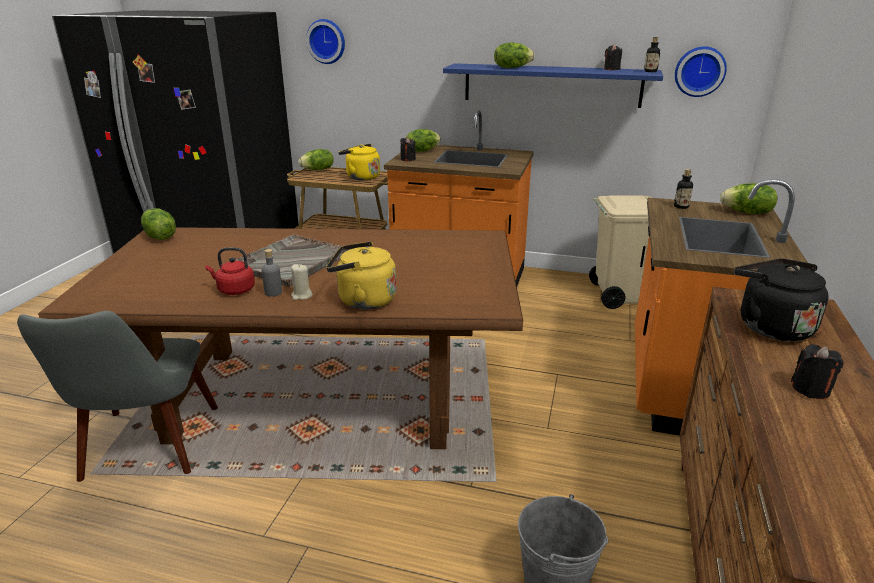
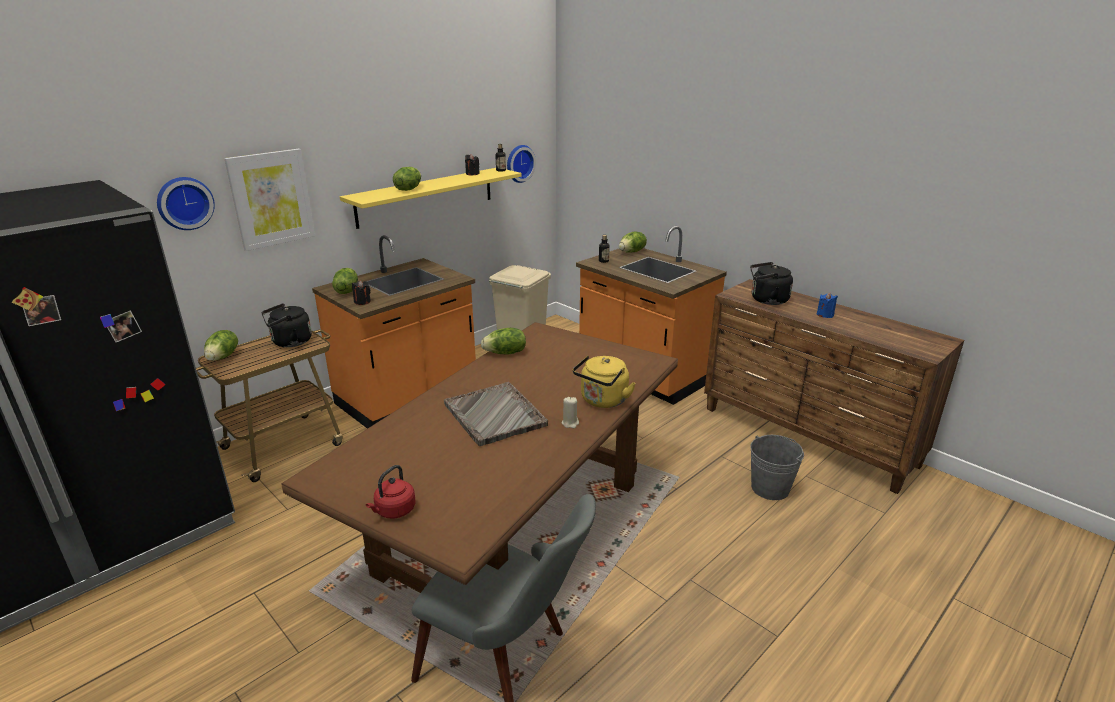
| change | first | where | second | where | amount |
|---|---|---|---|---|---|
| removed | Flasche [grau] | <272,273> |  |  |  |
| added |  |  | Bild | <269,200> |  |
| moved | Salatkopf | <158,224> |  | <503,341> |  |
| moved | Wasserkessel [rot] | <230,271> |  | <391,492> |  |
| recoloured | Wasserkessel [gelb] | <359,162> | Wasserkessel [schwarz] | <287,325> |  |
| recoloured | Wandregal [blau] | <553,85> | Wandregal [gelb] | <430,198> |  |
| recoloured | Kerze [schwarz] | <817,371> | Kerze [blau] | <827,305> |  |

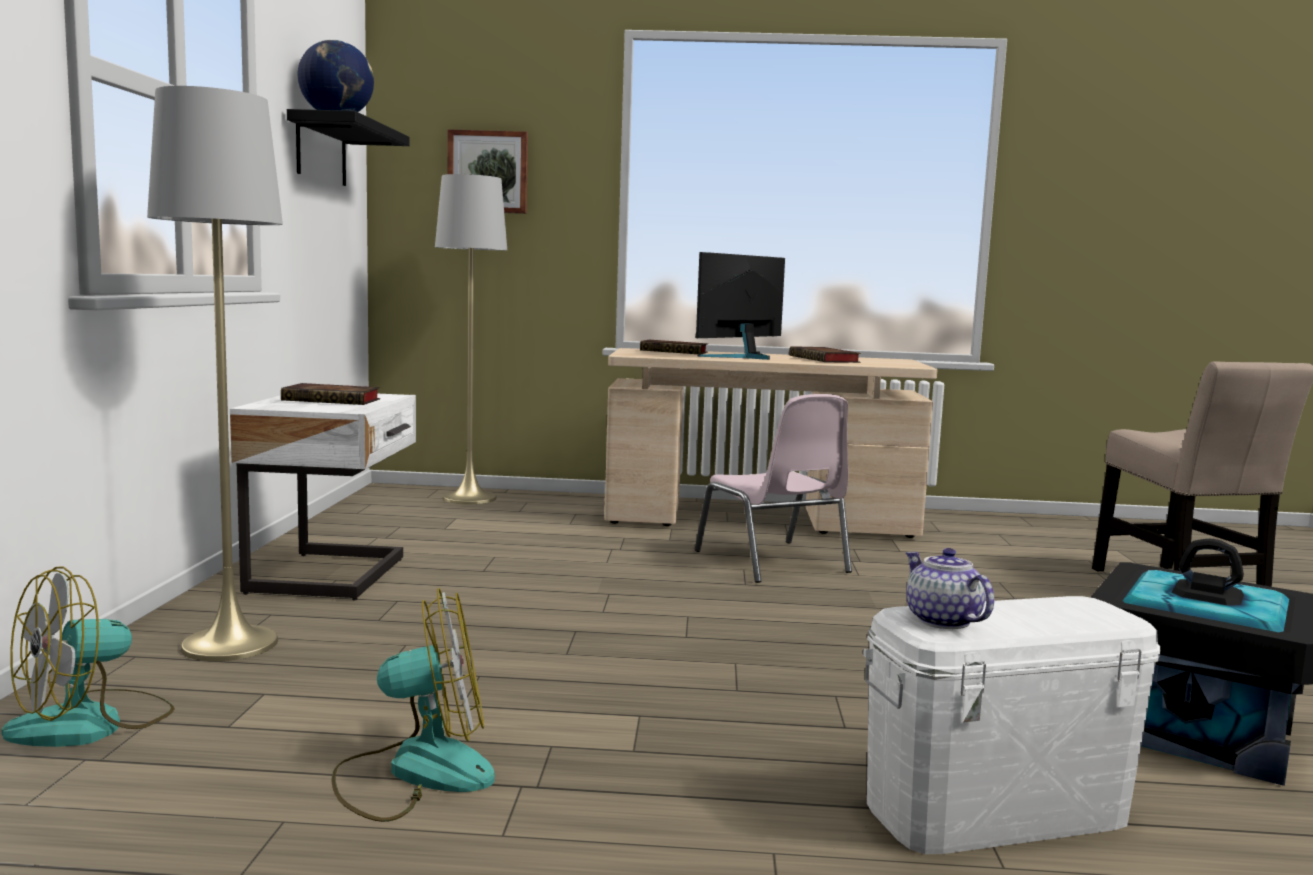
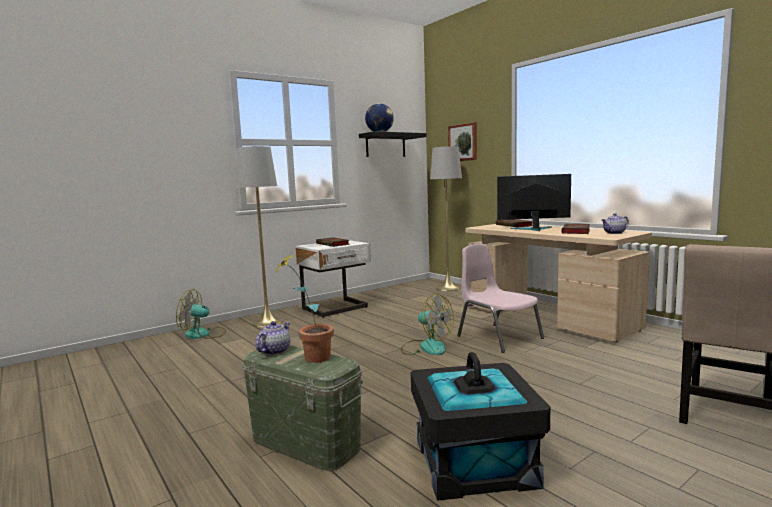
| change | first | where | second | where | amount |
|---|---|---|---|---|---|
| added |  |  | Topfpflanze | <305,308> |  |
| added |  |  | Teekanne | <615,223> |  |
| moved | Ventilator | <413,705> |  | <427,324> |  |
| recoloured | Aufbewahrungsbox [weiß] | <1011,725> | Aufbewahrungsbox [grün] | <303,408> |  |
| turned | Stuhl [rosa] | <773,488> |  | <500,298> | 120 degrees clockwise |

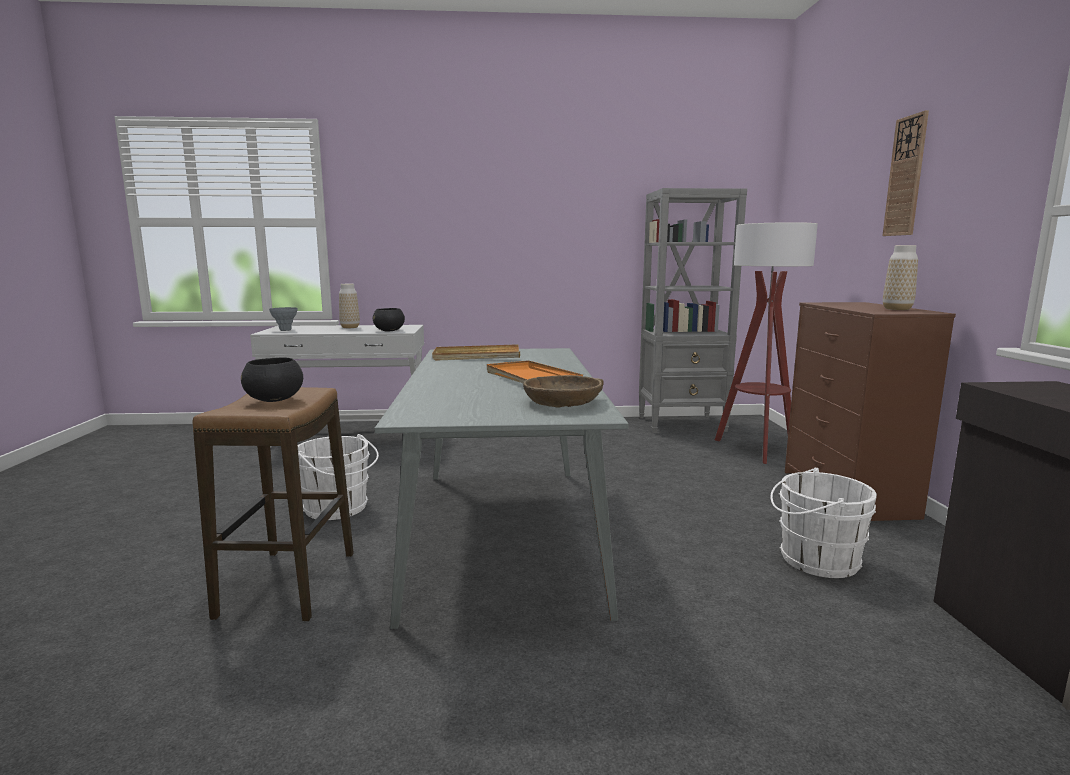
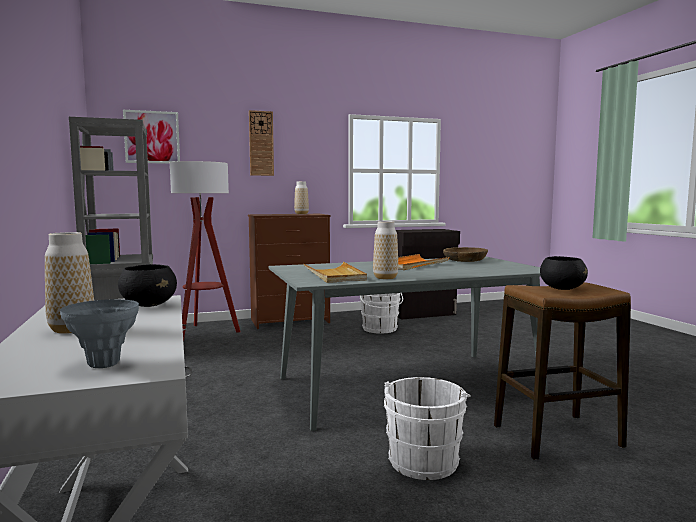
| change | first | where | second | where | amount |
|---|---|---|---|---|---|
| added |  |  | Bild | <151,137> |  |
| added |  |  | Vase | <385,250> |  |

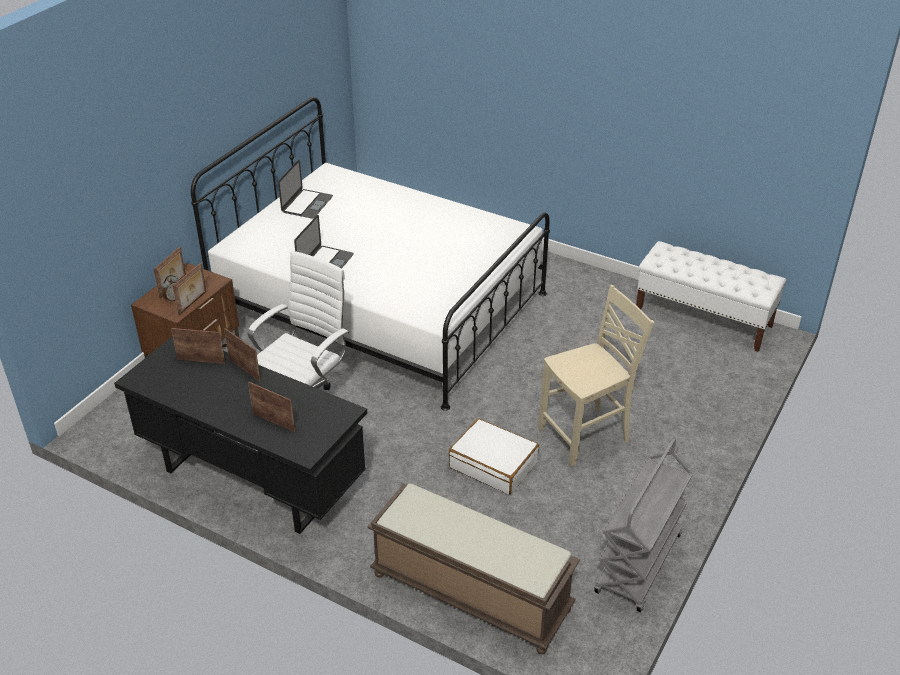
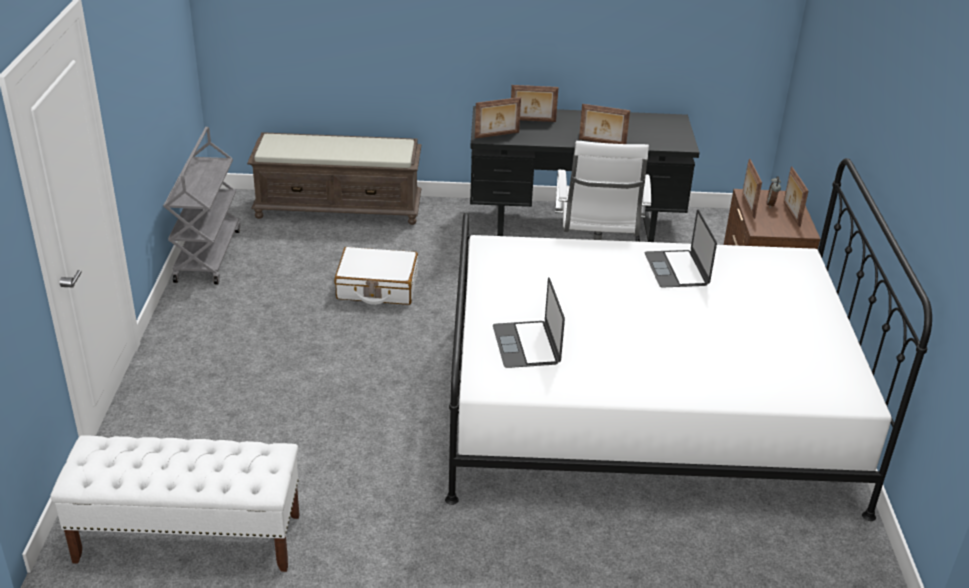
| change | first | where | second | where | amount |
|---|---|---|---|---|---|
| removed | Stuhl [beige] | <596,376> |  |  |  |
| moved | Bilderrahmen | <198,346> |  | <498,118> |  |
| moved | Laptop | <305,189> |  | <529,322> |  |

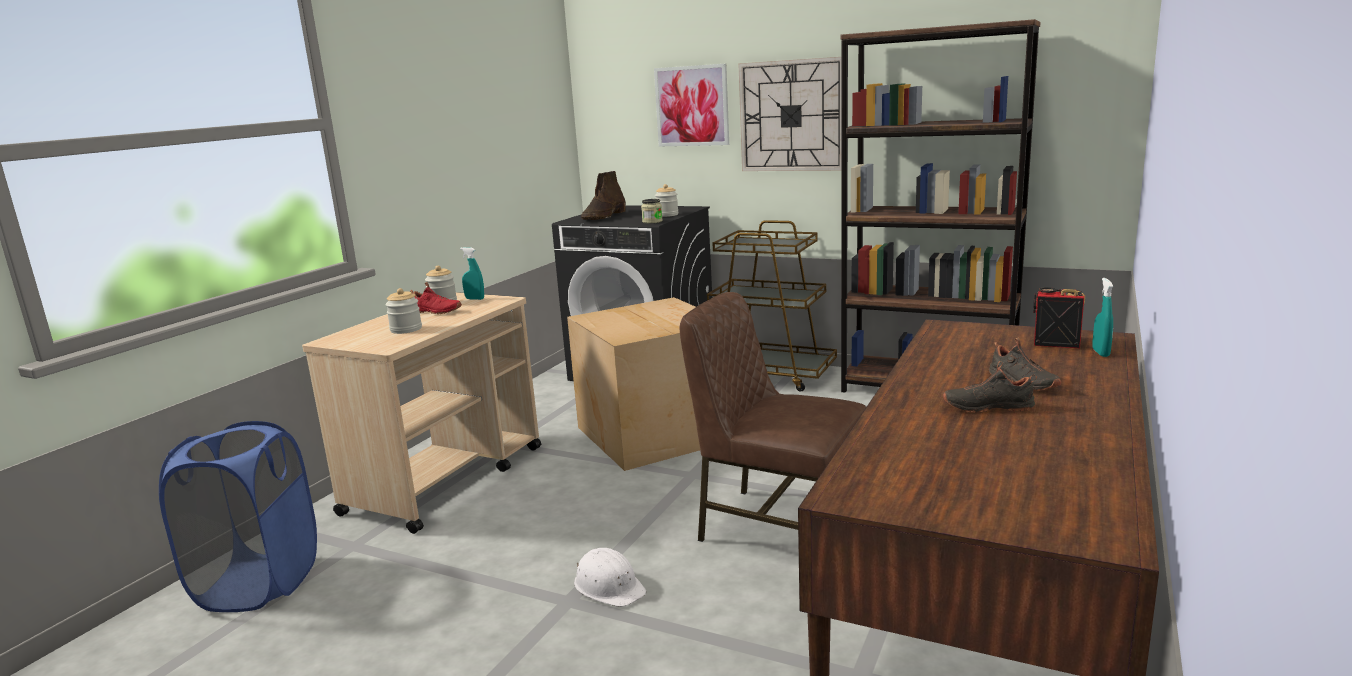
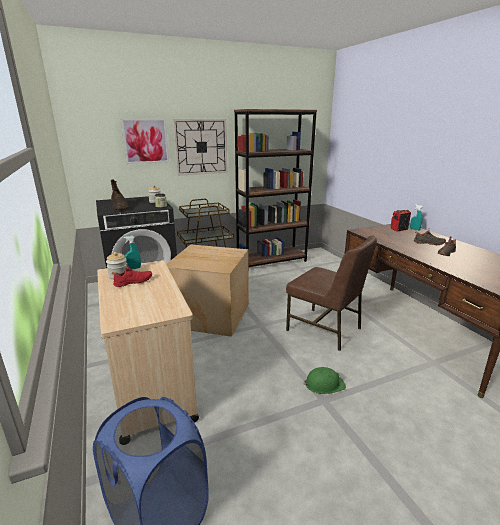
| change | first | where | second | where | amount |
|---|---|---|---|---|---|
| removed | Vorratsglas | <403,311> |  |  |  |
| recoloured | Schutzhelm [weiß] | <610,577> | Schutzhelm [grün] | <324,380> |  |
| turned | Stuhl [braun] | <773,417> |  | <331,293> | 120 degrees counterclockwise |

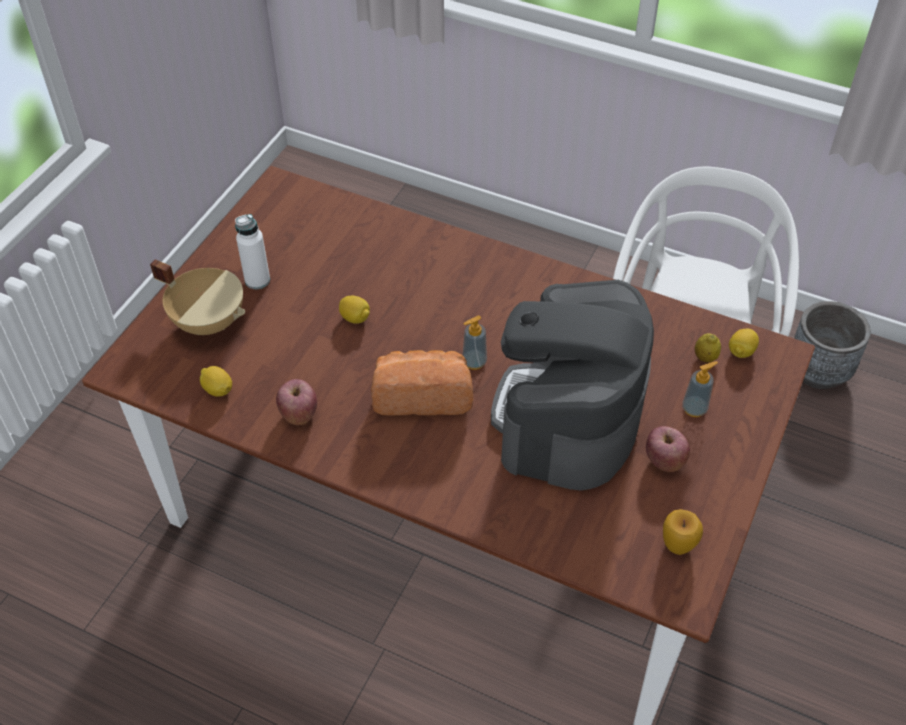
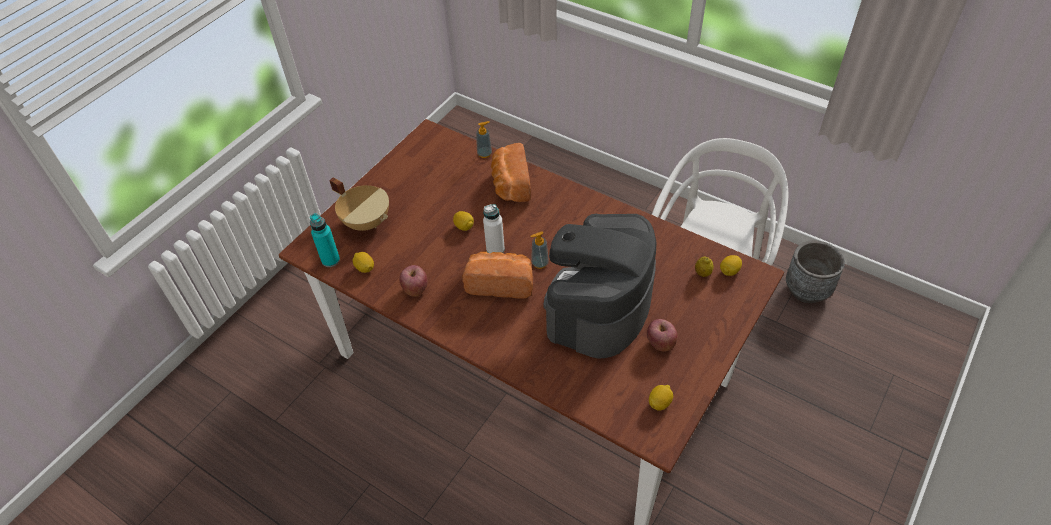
| change | first | where | second | where | amount |
|---|---|---|---|---|---|
| added |  |  | Flasche [türkis] | <325,240> |  |
| added |  |  | Brot | <511,172> |  |
| moved | Flasche [weiß] | <252,251> |  | <494,228> |  |
| moved | Seifenspender | <700,389> |  | <484,139> |  |
| replaced | Apfel | <683,532> | Zitrone | <661,398> |  |

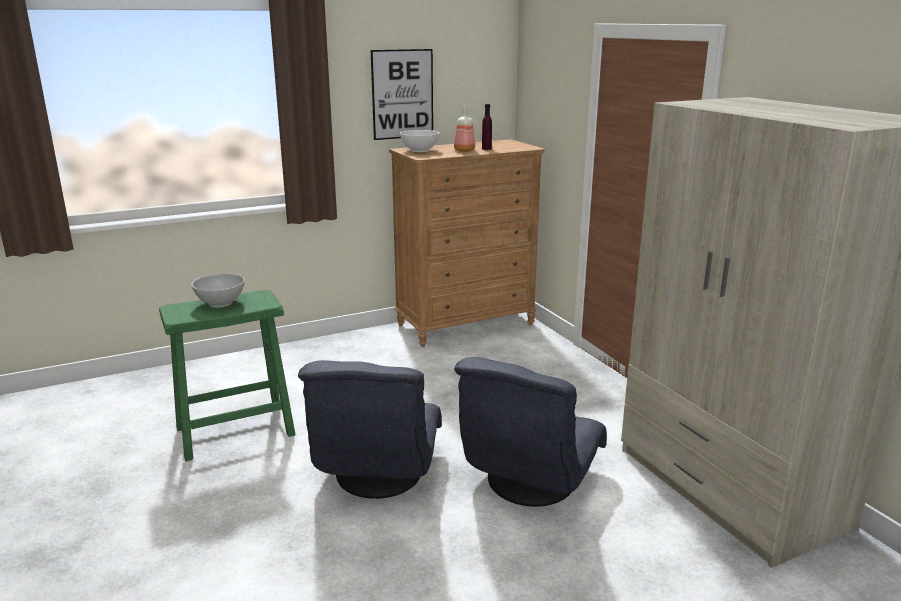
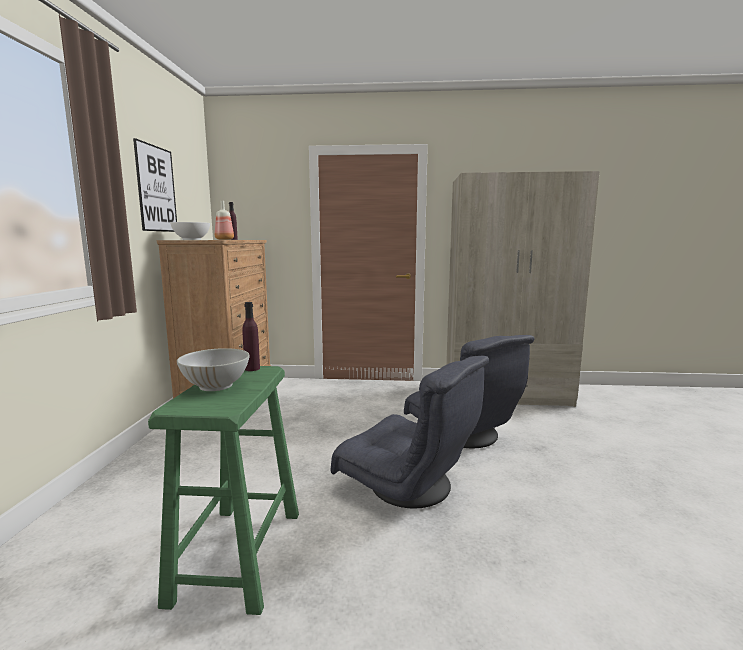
| change | first | where | second | where | amount |
|---|---|---|---|---|---|
| added |  |  | Flasche [lila] | <251,336> |  |

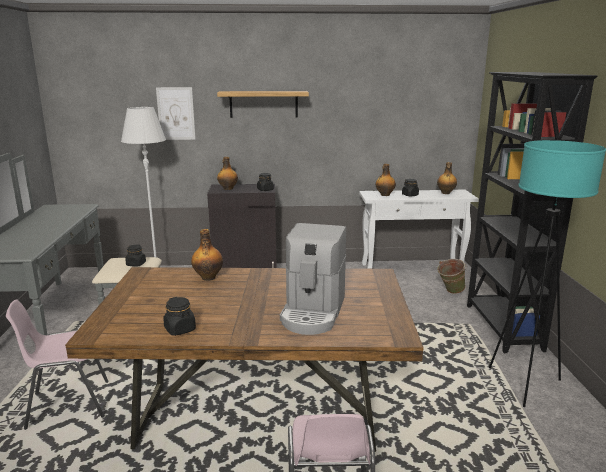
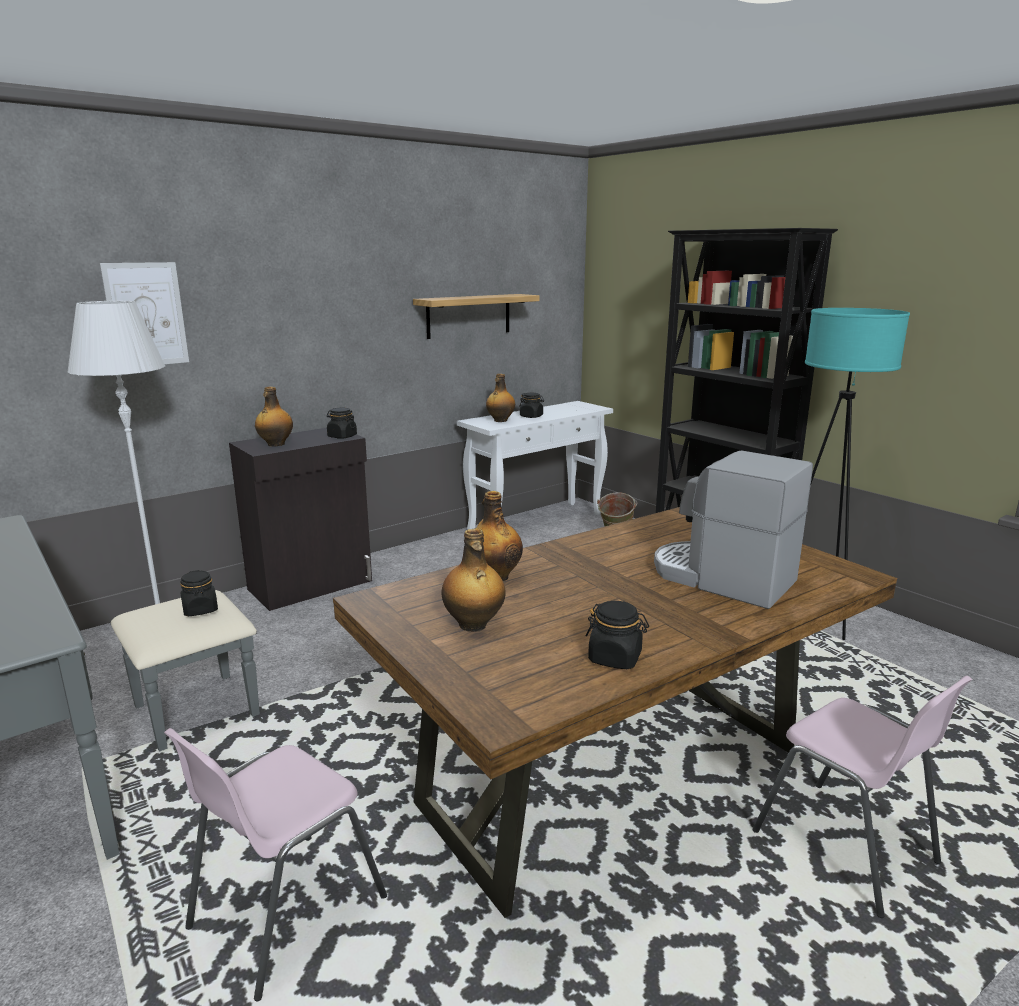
| change | first | where | second | where | amount |
|---|---|---|---|---|---|
| moved | Wandregal | <263,104> |  | <476,316> |  |
| moved | Flasche | <447,178> |  | <473,580> |  |
| turned | Kaffeemaschine | <313,279> |  | <733,529> | 150 degrees clockwise |

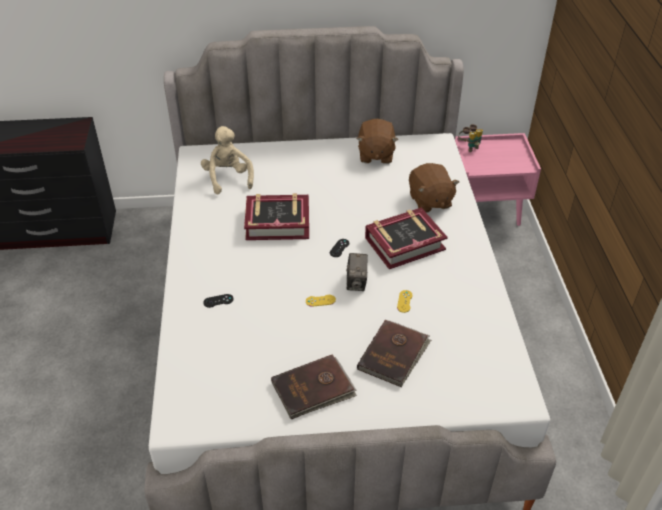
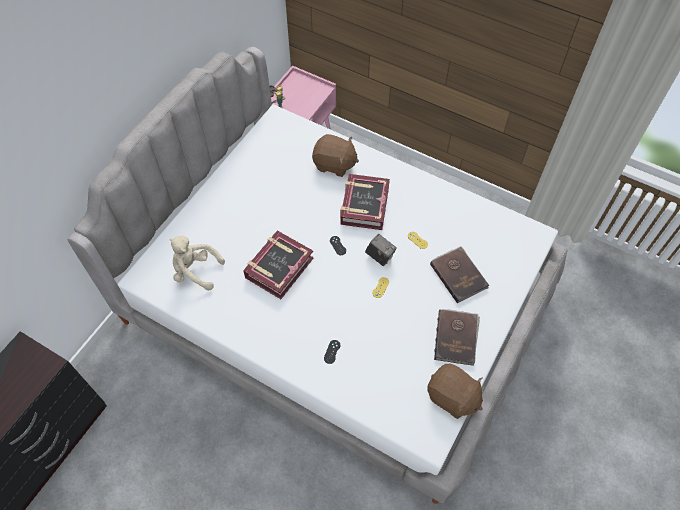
| change | first | where | second | where | amount |
|---|---|---|---|---|---|
| moved | Plüschtier [braun] | <377,141> |  | <455,391> |  |

